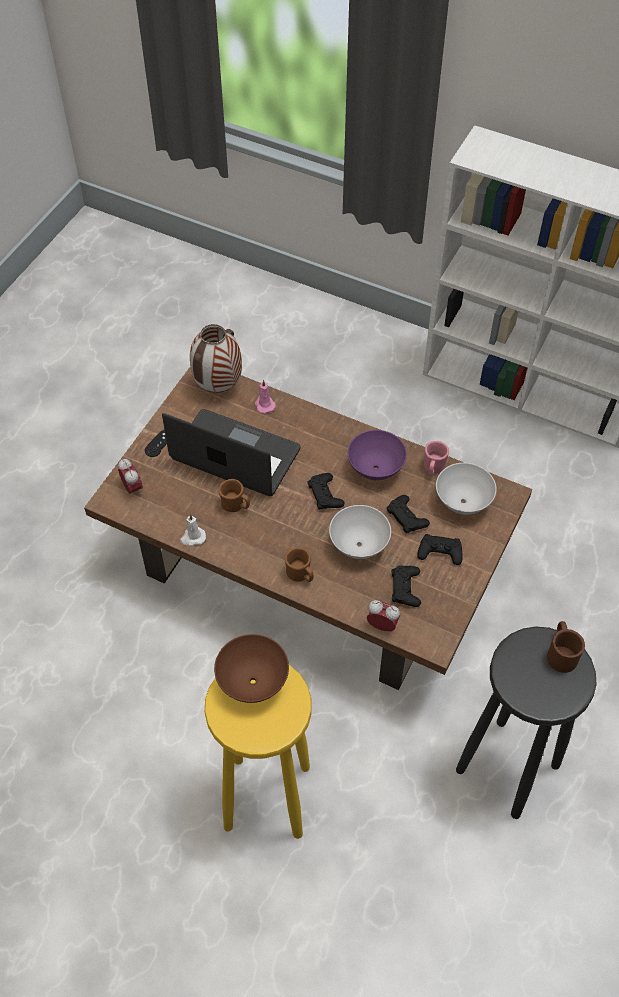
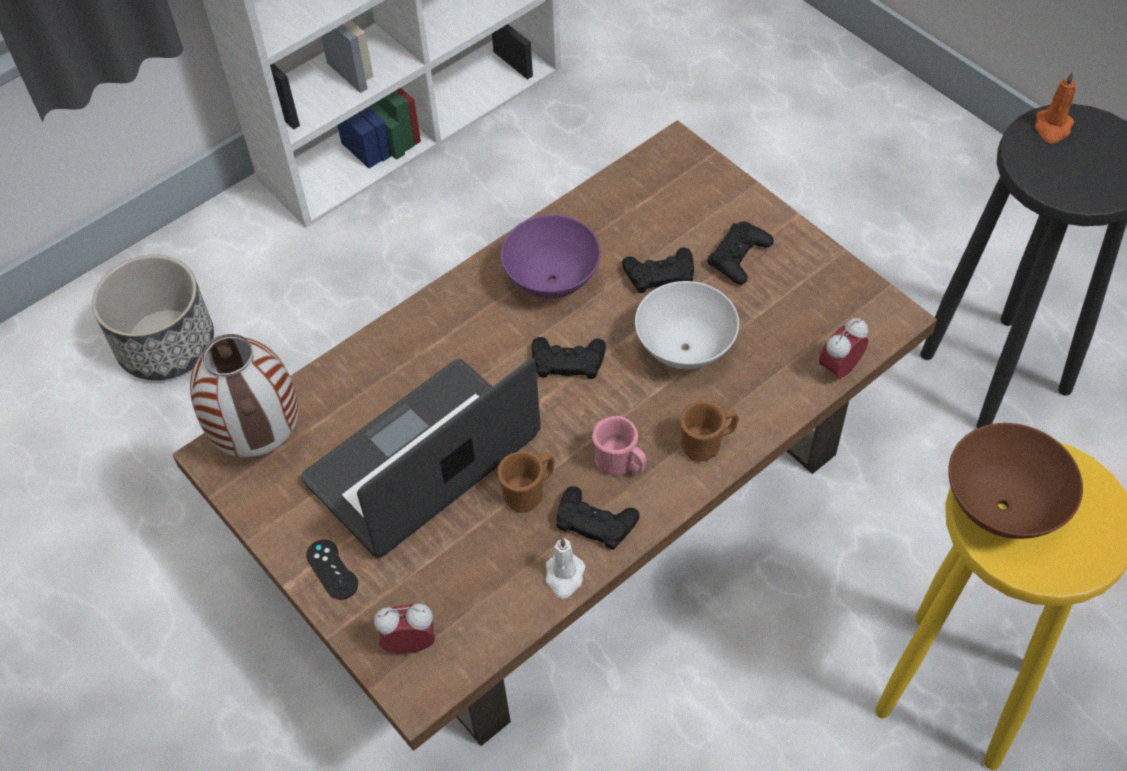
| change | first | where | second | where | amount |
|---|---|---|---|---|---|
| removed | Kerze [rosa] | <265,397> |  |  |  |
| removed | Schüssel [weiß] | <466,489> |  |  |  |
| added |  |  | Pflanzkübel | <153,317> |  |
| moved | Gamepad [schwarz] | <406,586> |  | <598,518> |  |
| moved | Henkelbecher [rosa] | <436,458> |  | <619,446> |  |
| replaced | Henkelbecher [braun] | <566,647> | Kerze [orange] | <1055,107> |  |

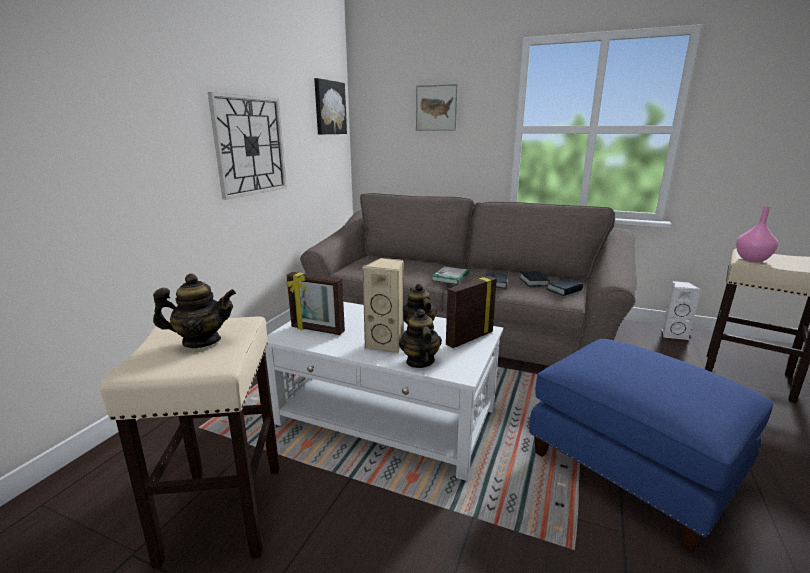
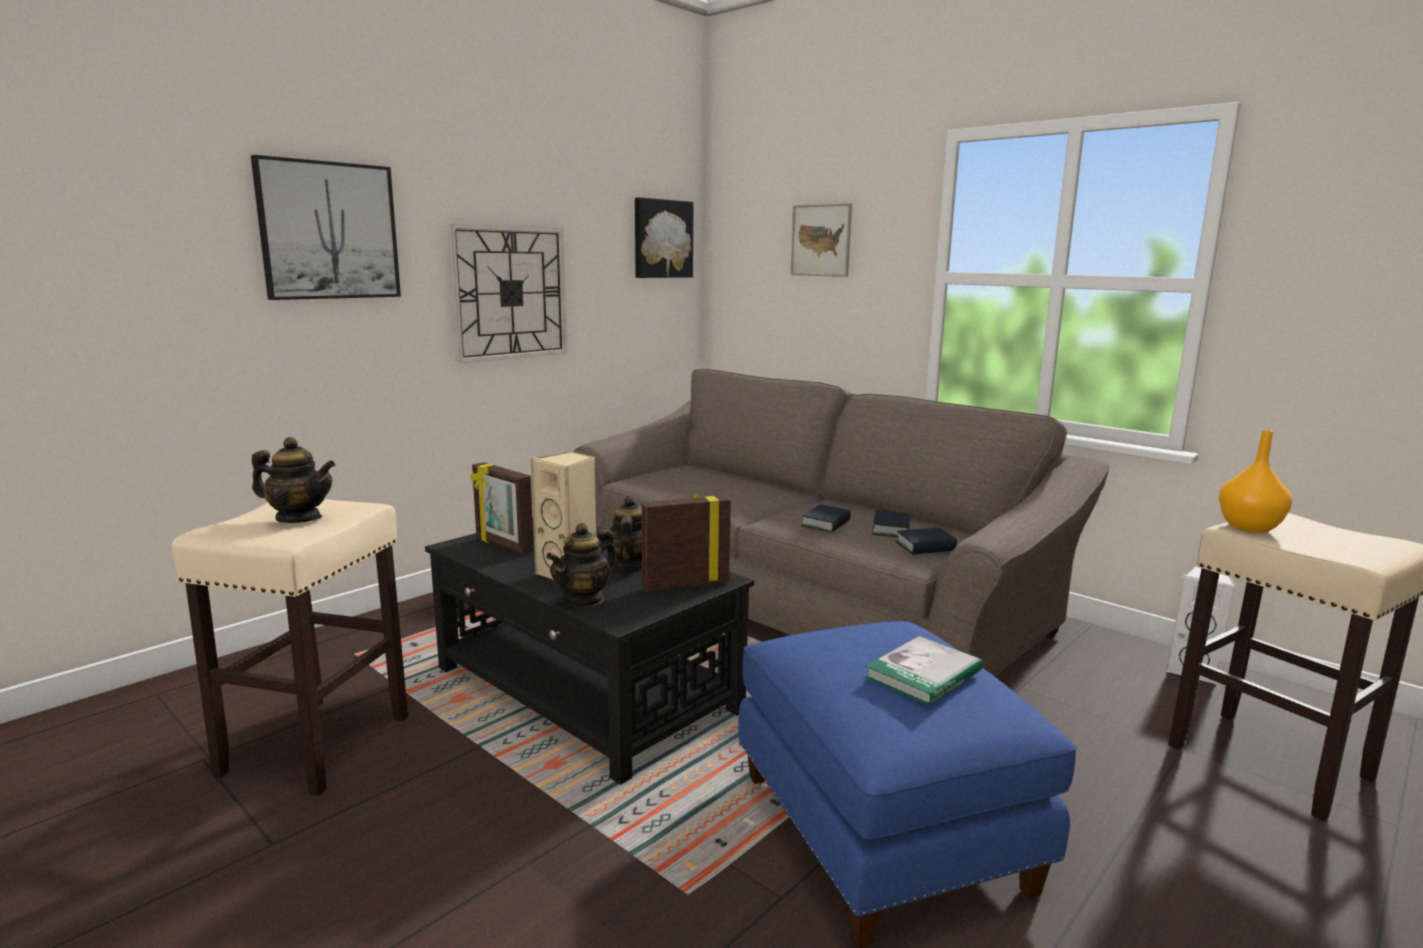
| change | first | where | second | where | amount |
|---|---|---|---|---|---|
| added |  |  | Bild | <326,227> |  |
| moved | Buch | <450,275> |  | <923,670> |  |
| recoloured | Couchtisch [weiß] | <384,391> | Couchtisch [schwarz] | <589,655> |  |
| recoloured | Vase [rosa] | <757,234> | Vase [orange] | <1255,481> |  |
| turned | Teekanne | <420,338> |  | <581,565> | 150 degrees counterclockwise |

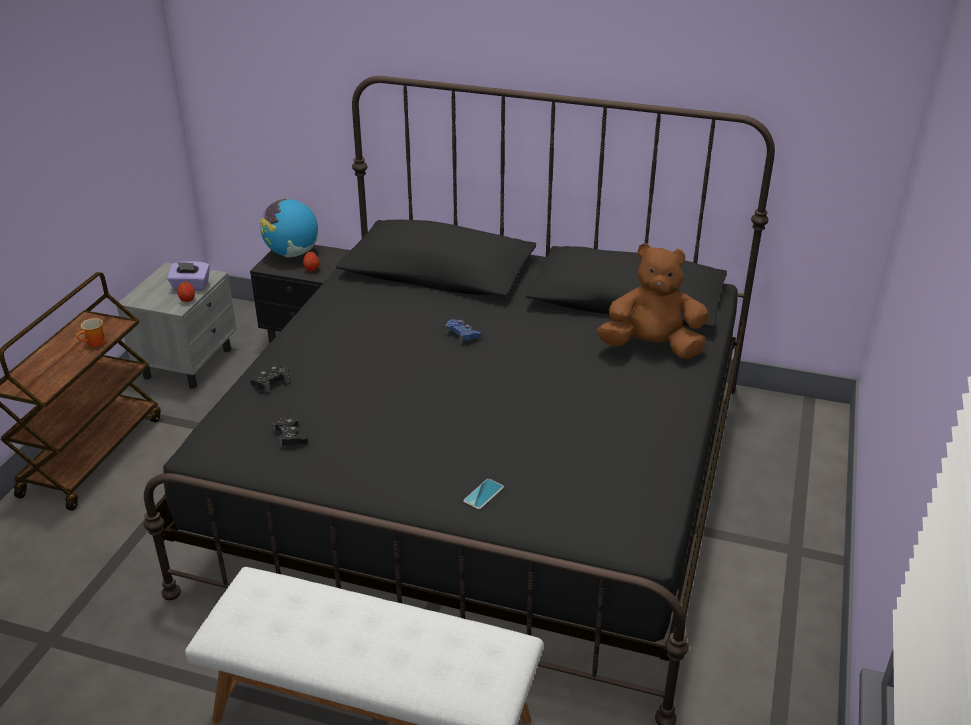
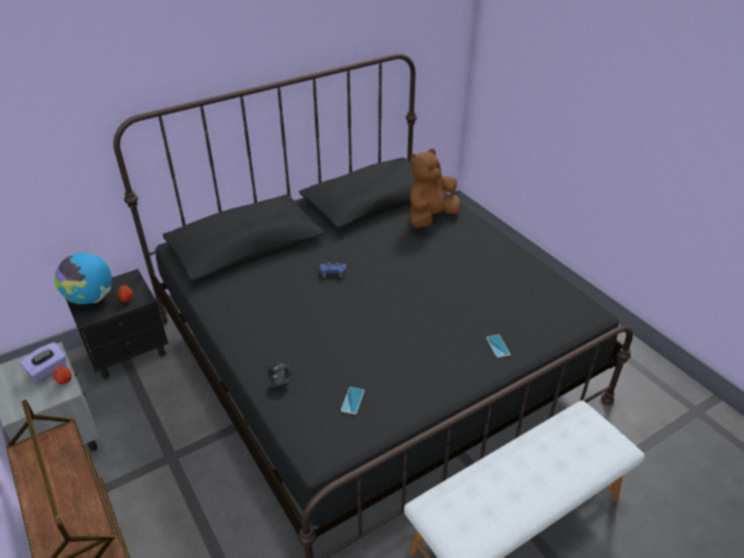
| change | first | where | second | where | amount |
|---|---|---|---|---|---|
| removed | Henkelbecher | <90,332> |  |  |  |
| replaced | Gamepad [schwarz] | <290,432> | Handy | <352,400> |  |

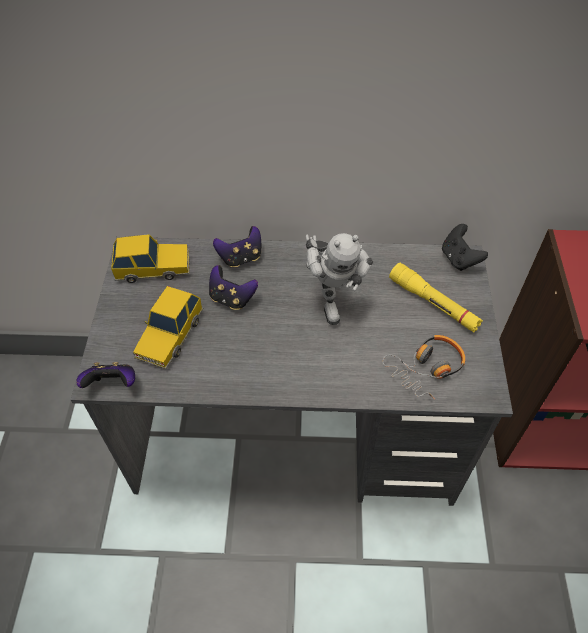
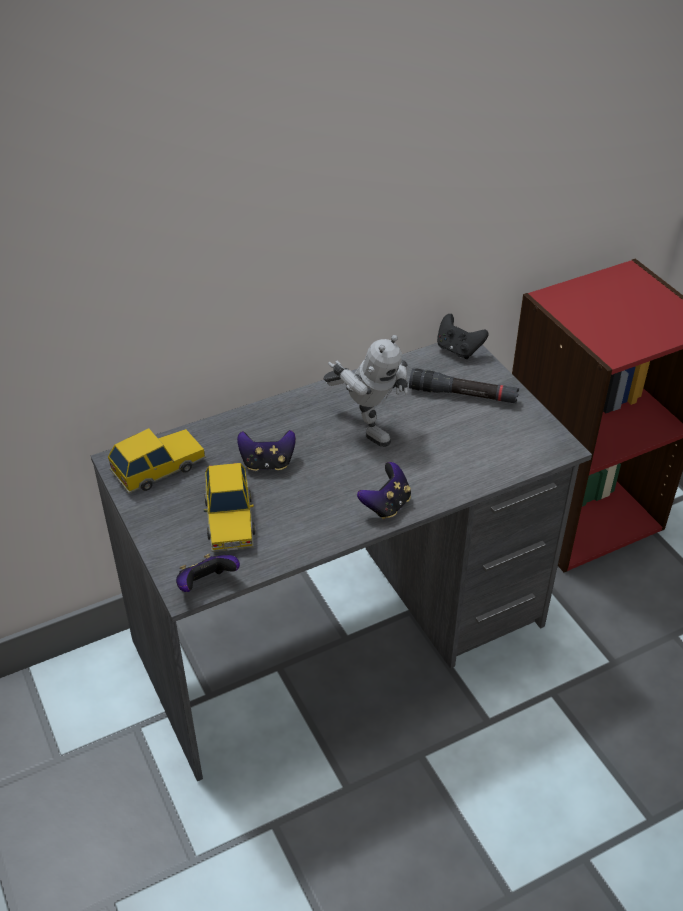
| change | first | where | second | where | amount |
|---|---|---|---|---|---|
| removed | Kopfhörer | <423,367> |  |  |  |
| moved | Gamepad | <237,246> |  | <384,490> |  |
| recoloured | Taschenlampe [gelb] | <436,298> | Taschenlampe [schwarz] | <464,385> |  |

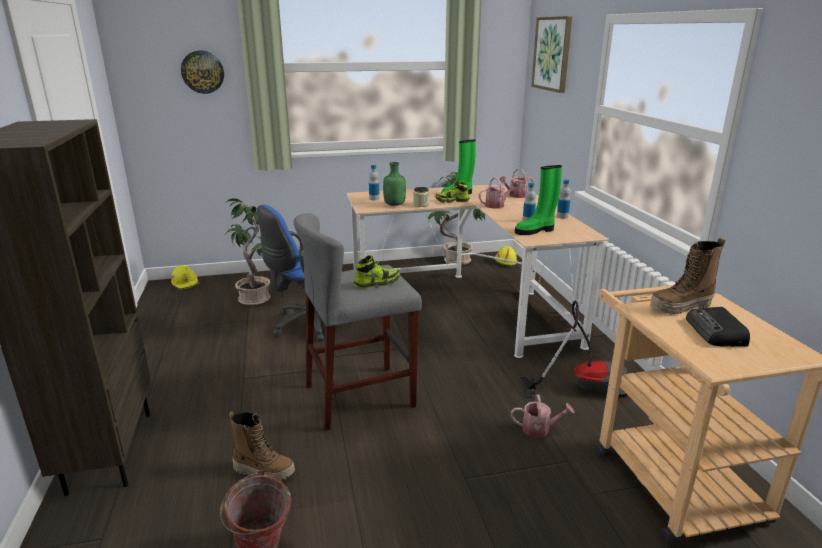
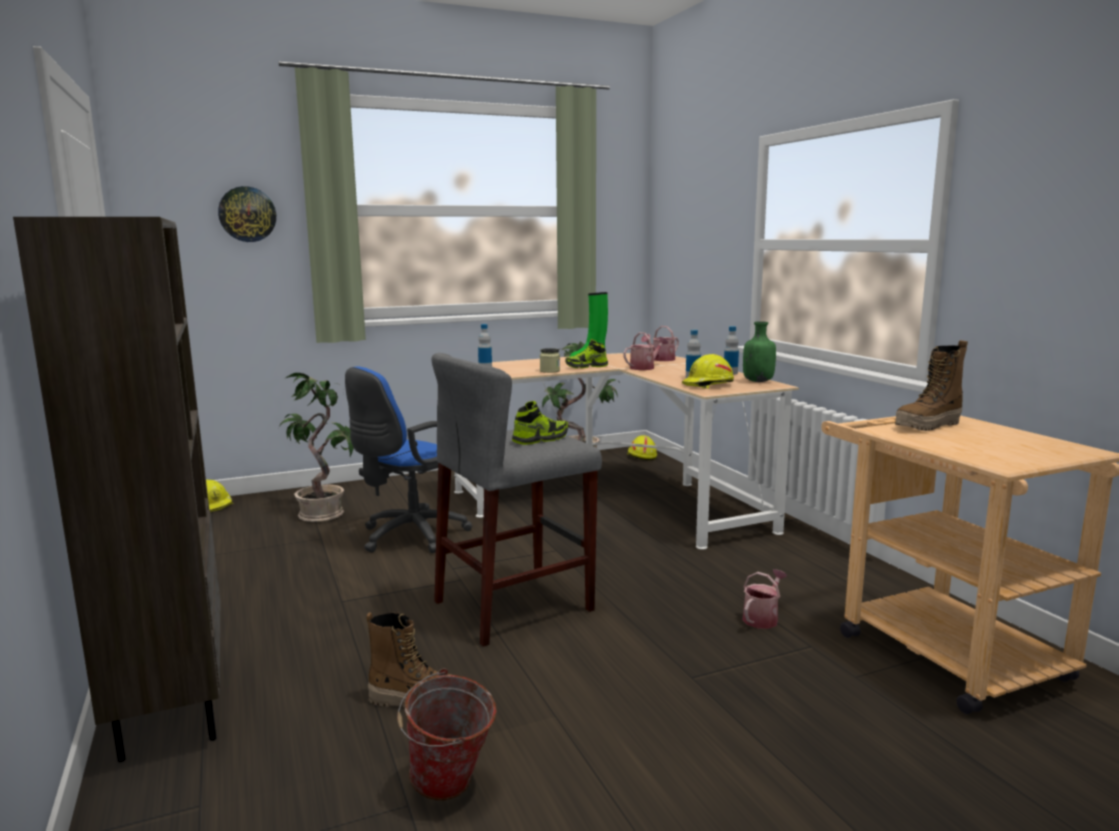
| change | first | where | second | where | amount |
|---|---|---|---|---|---|
| removed | Staubsauger | <574,349> |  |  |  |
| removed | Bild | <551,54> |  |  |  |
| removed | Radio | <718,327> |  |  |  |
| moved | Flasche [grün] | <394,184> |  | <759,351> |  |
| replaced | Stiefel [grün] | <538,200> | Schutzhelm [gelb] | <708,371> |  |
| turned | Gießkanne | <543,416> |  | <765,599> | 45 degrees counterclockwise |

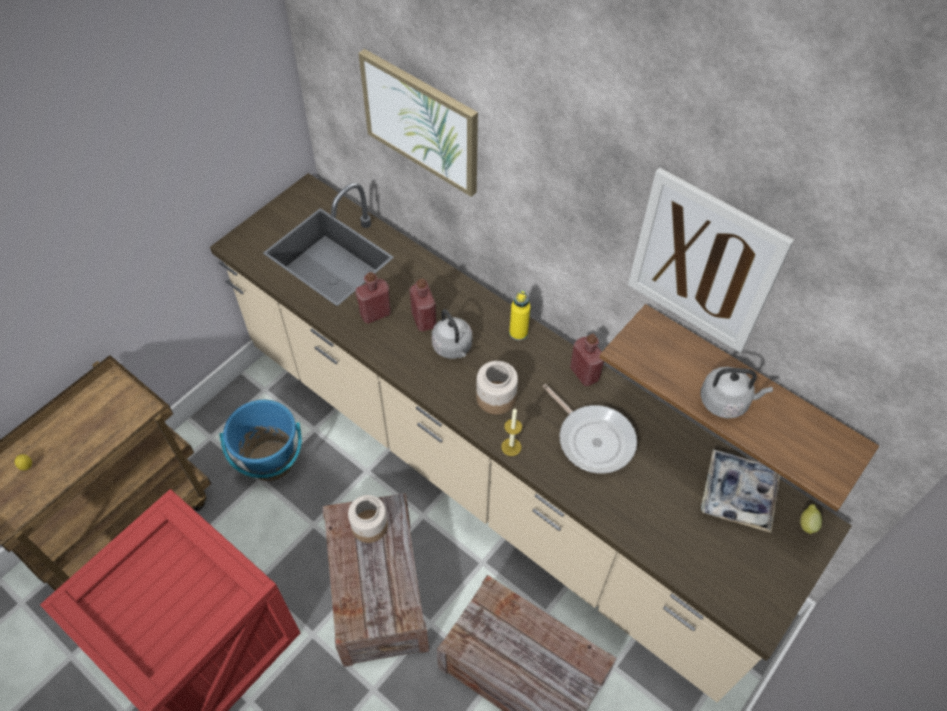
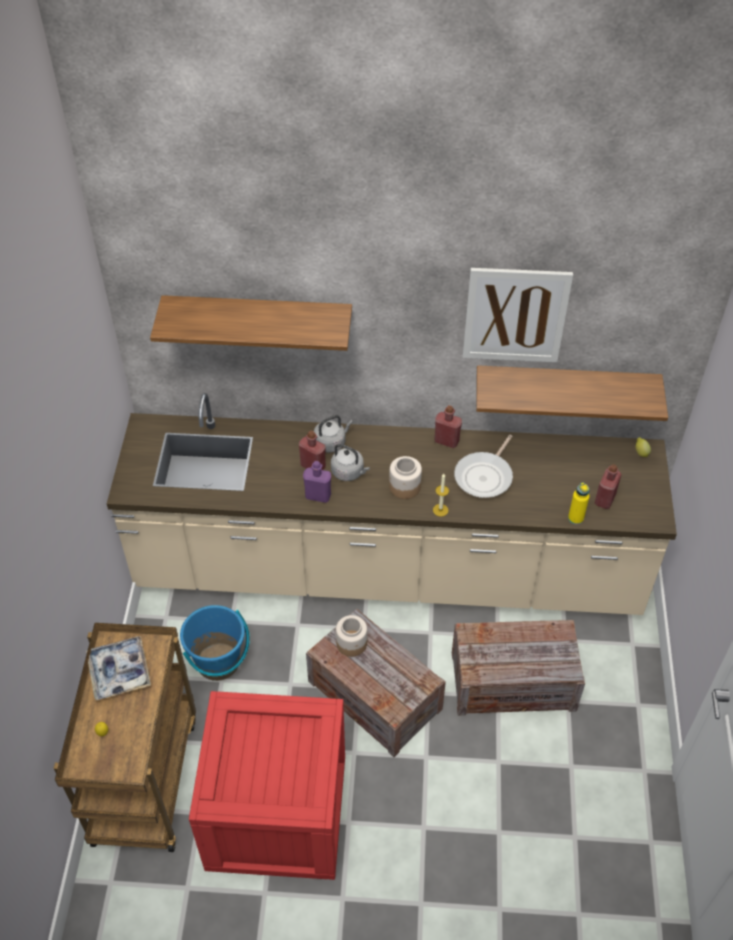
| change | first | where | second | where | amount |
|---|---|---|---|---|---|
| added |  |  | Flasche [lila] | <317,482> |  |
| moved | Flasche [rot] | <373,298> |  | <608,486> |  |
| moved | Flasche [gelb] | <519,315> |  | <578,504> |  |
| moved | Wasserkessel [grau] | <736,393> |  | <333,434> |  |
| moved | Tablett | <740,491> |  | <118,668> |  |
| replaced | Bild | <418,123> | Wandregal | <251,323> |  |
| turned | Pfanne | <589,429> |  | <483,466> | 105 degrees clockwise |

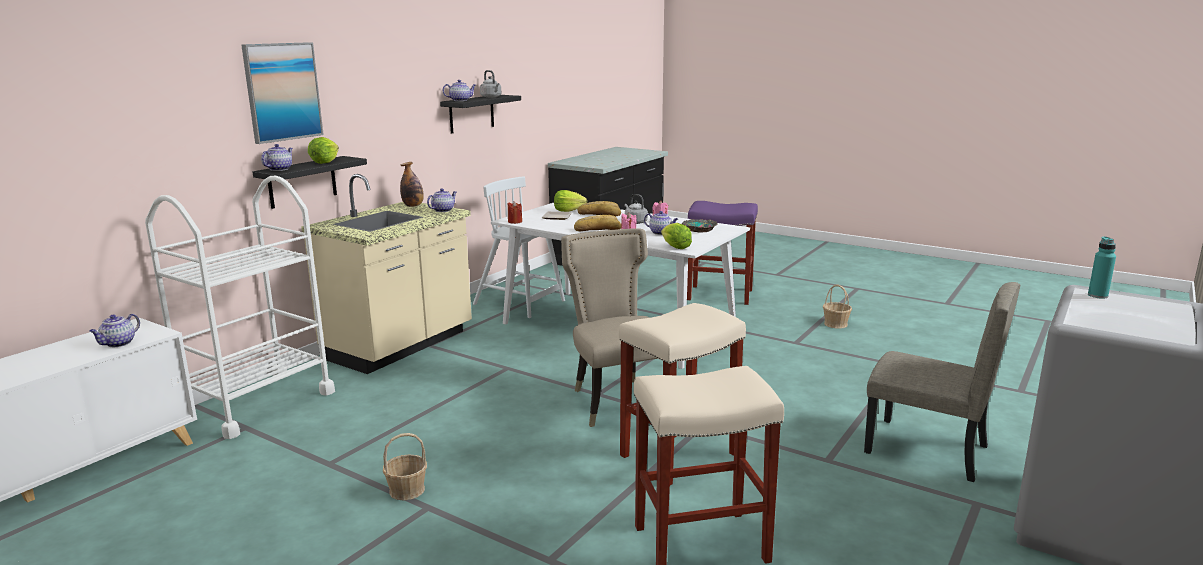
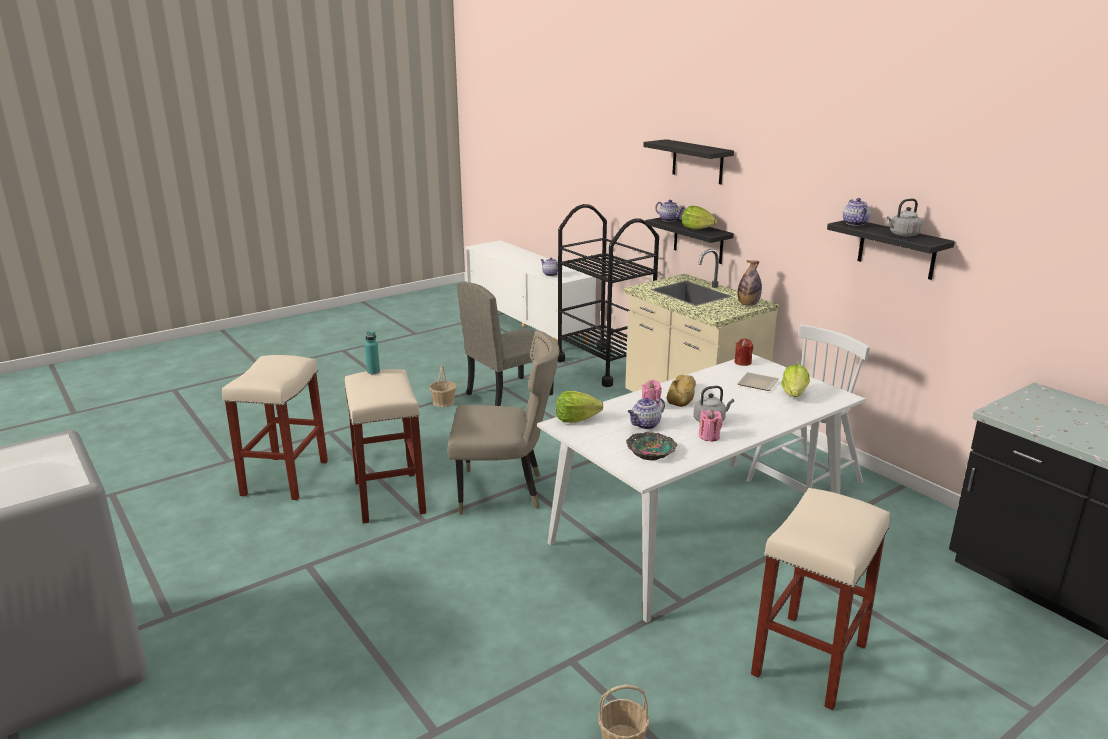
| change | first | where | second | where | amount |
|---|---|---|---|---|---|
| removed | Teekanne | <441,200> |  |  |  |
| removed | Brot | <599,209> |  |  |  |
| moved | Stuhl [beige] | <942,382> |  | <505,344> |  |
| moved | Flasche [türkis] | <1102,268> |  | <372,352> |  |
| replaced | Bild | <282,93> | Wandregal [schwarz] | <688,161> |  |
| recoloured | Rollwagen [weiß] | <240,307> | Rollwagen [schwarz] | <608,295> |  |
| recoloured | Hocker [lila] | <722,253> | Hocker [beige] | <820,599> |  |

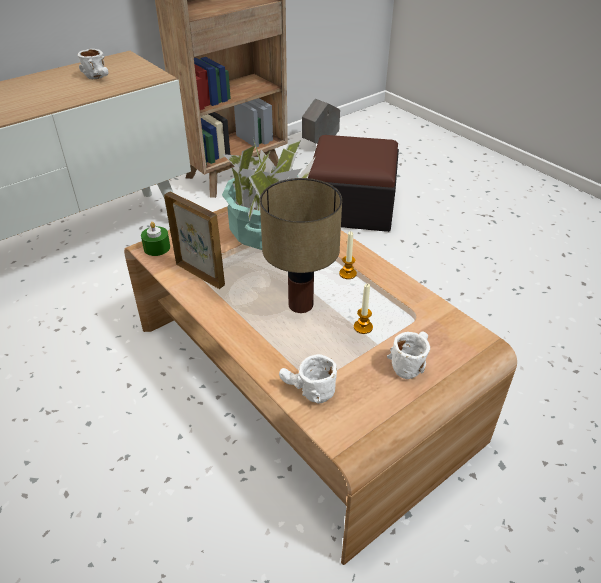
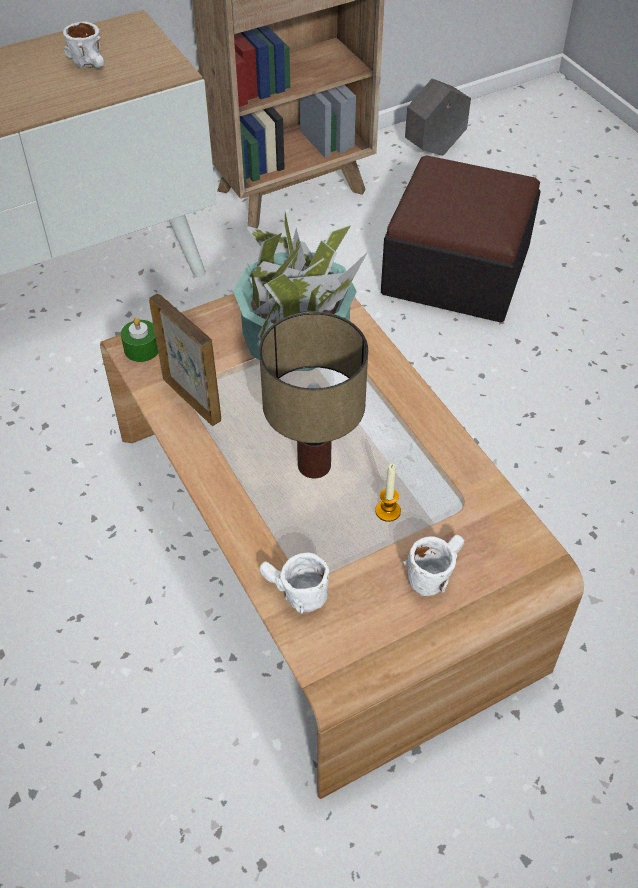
| change | first | where | second | where | amount |
|---|---|---|---|---|---|
| removed | Kerze | <348,255> |  |  |  |

